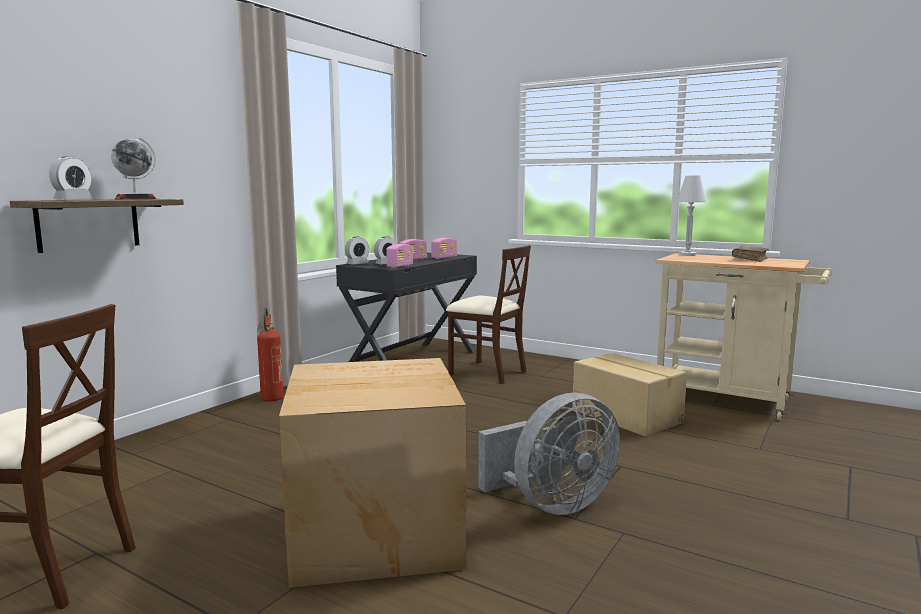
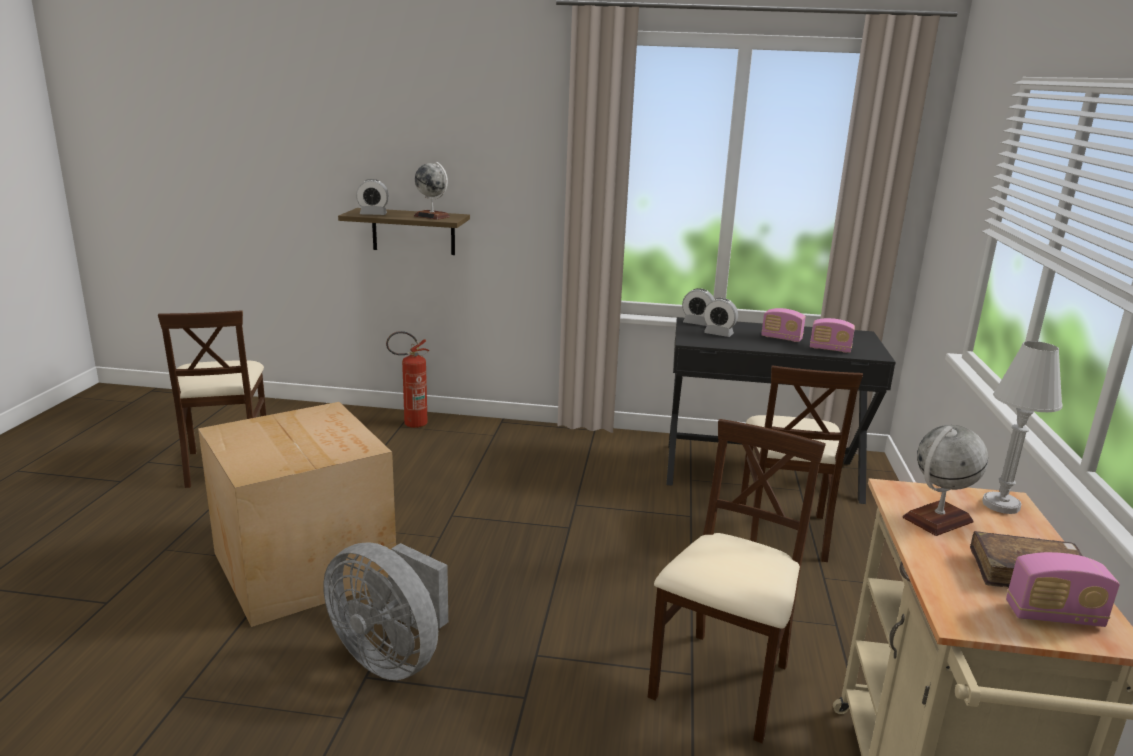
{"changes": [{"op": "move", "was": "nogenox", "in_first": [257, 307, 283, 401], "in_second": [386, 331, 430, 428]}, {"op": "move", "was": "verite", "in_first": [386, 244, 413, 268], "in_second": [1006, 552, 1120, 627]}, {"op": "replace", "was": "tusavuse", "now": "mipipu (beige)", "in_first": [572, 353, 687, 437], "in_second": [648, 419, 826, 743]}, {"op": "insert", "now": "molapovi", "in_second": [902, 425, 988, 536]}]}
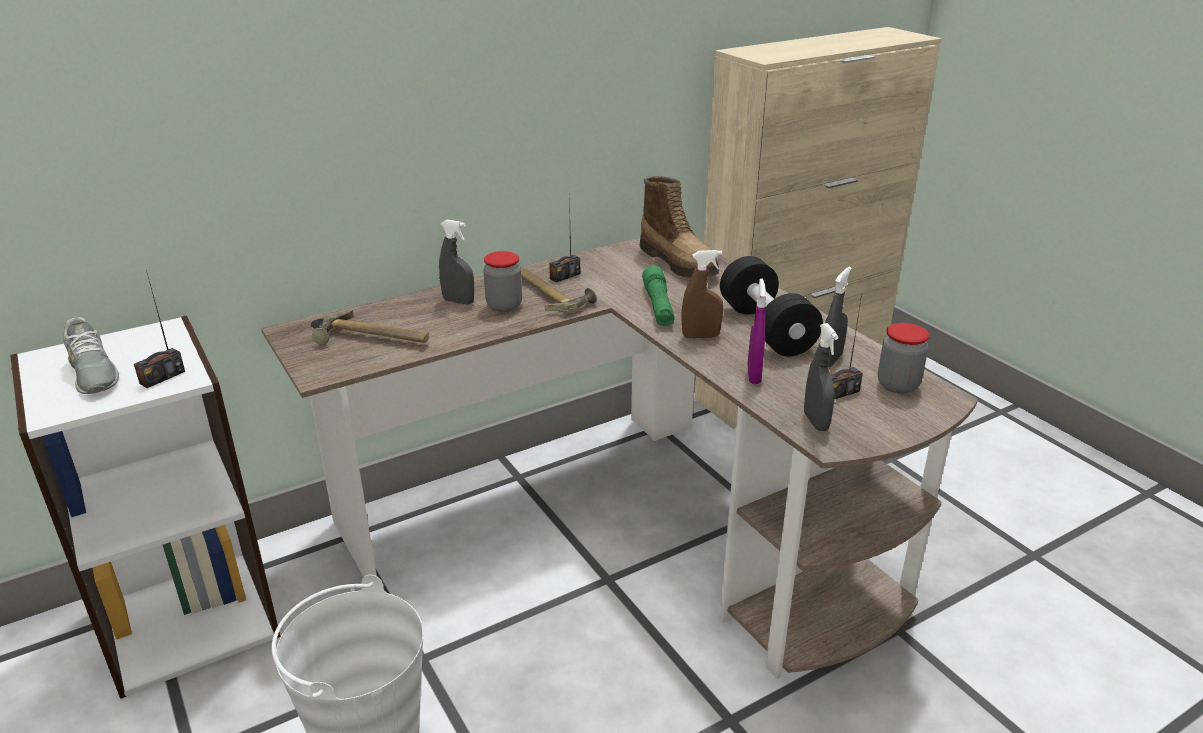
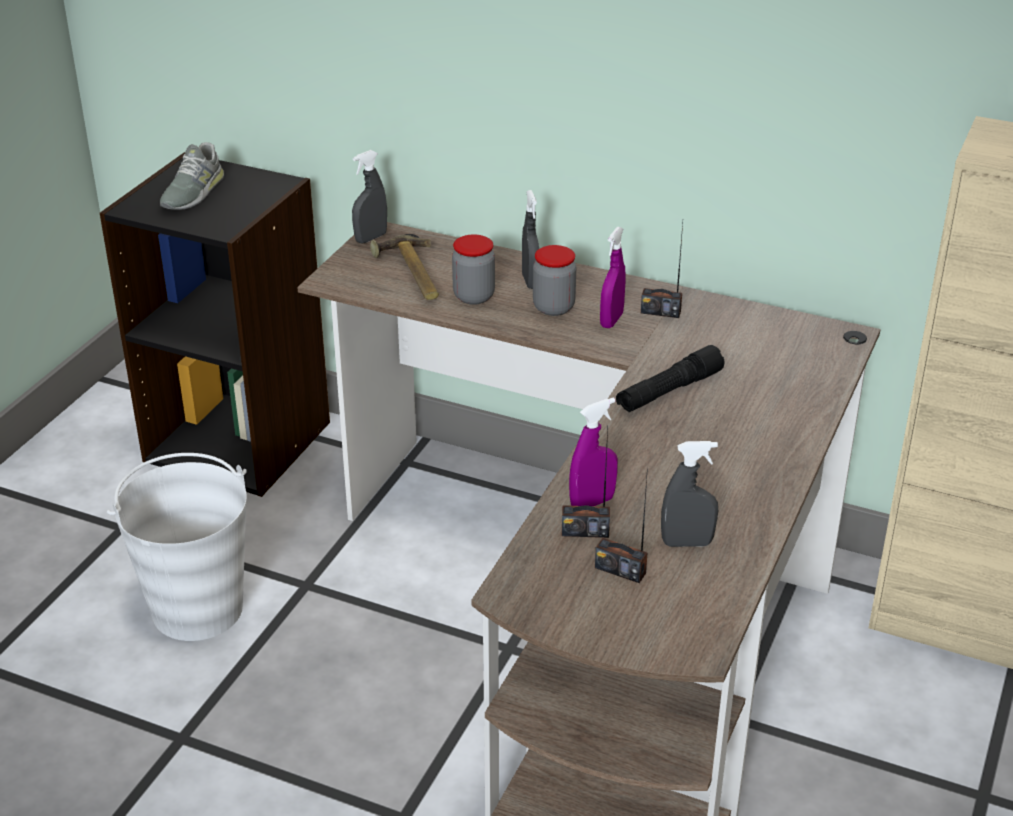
{"changes": [{"op": "recolor", "was": "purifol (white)", "now": "purifol (black)", "in_first": [10, 315, 281, 699], "in_second": [100, 152, 330, 497]}, {"op": "move", "was": "verite", "in_first": [134, 270, 185, 388], "in_second": [562, 429, 610, 538]}, {"op": "replace", "was": "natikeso", "now": "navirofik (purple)", "in_first": [521, 267, 597, 312], "in_second": [600, 227, 626, 328]}, {"op": "delete", "was": "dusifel", "in_first": [639, 176, 719, 277]}, {"op": "recolor", "was": "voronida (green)", "now": "voronida (black)", "in_first": [642, 265, 675, 326], "in_second": [616, 345, 724, 412]}, {"op": "delete", "was": "navirofik (brown)", "in_first": [682, 250, 723, 338]}, {"op": "delete", "was": "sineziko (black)", "in_first": [720, 256, 823, 356]}, {"op": "move", "was": "navirofik (grey)", "in_first": [804, 323, 838, 431], "in_second": [352, 150, 387, 243]}, {"op": "move", "was": "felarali", "in_first": [878, 323, 929, 394], "in_second": [452, 234, 495, 305]}]}
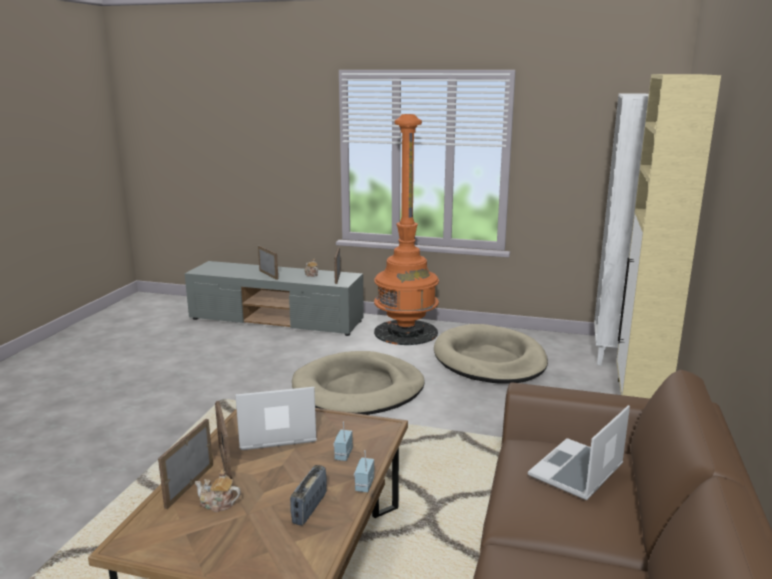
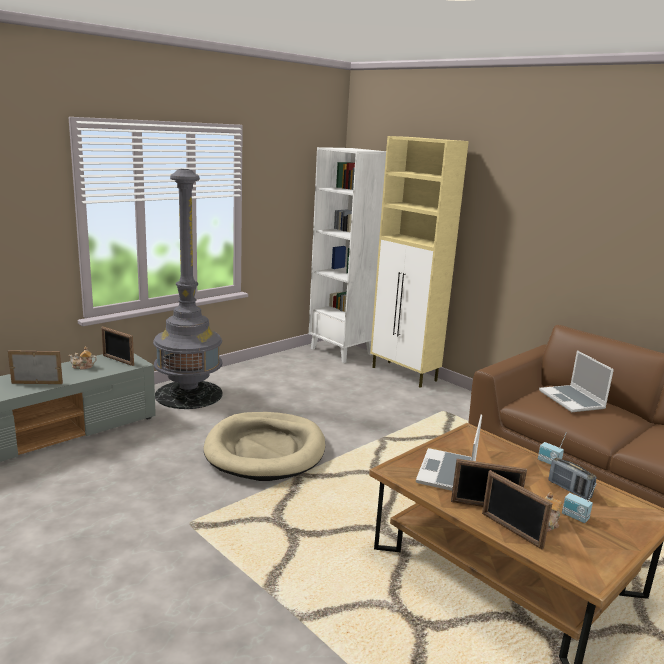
{"changes": [{"op": "move", "was": "verite", "in_first": [333, 421, 353, 461], "in_second": [562, 483, 597, 523]}, {"op": "recolor", "was": "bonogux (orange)", "now": "bonogux (grey)", "in_first": [374, 114, 439, 345], "in_second": [153, 169, 223, 409]}, {"op": "delete", "was": "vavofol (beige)", "in_first": [434, 324, 548, 384]}]}
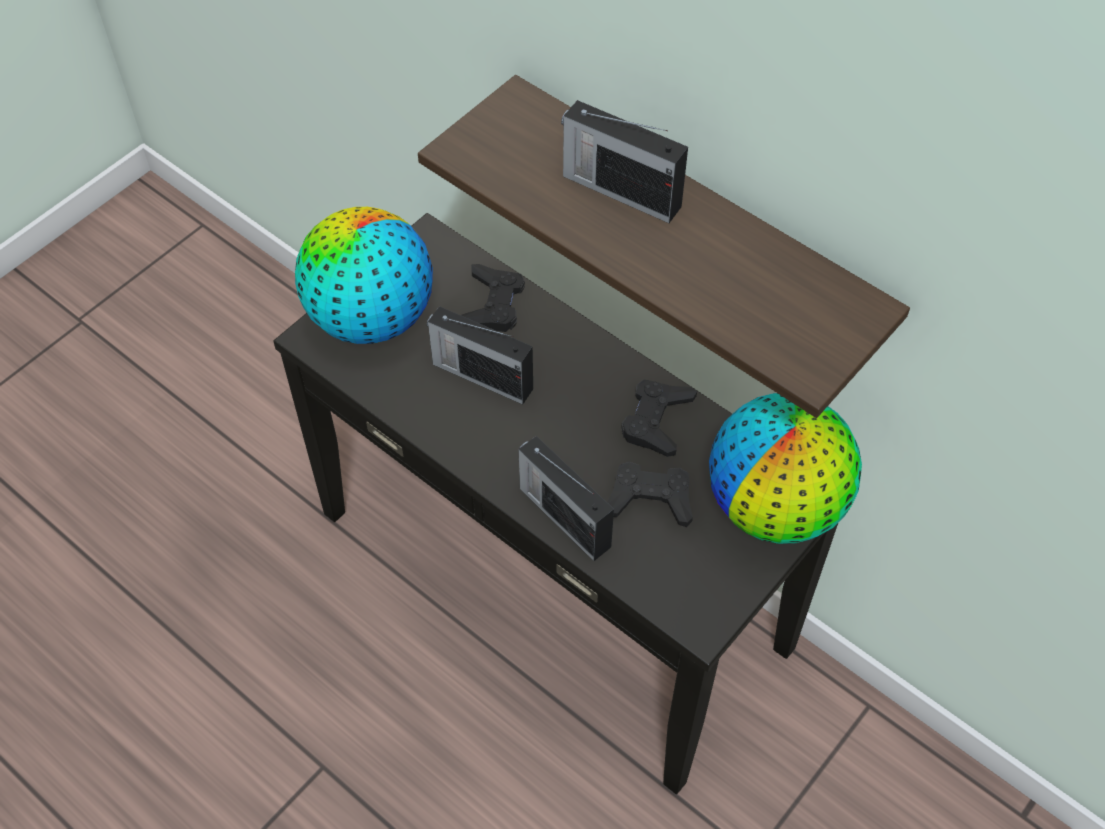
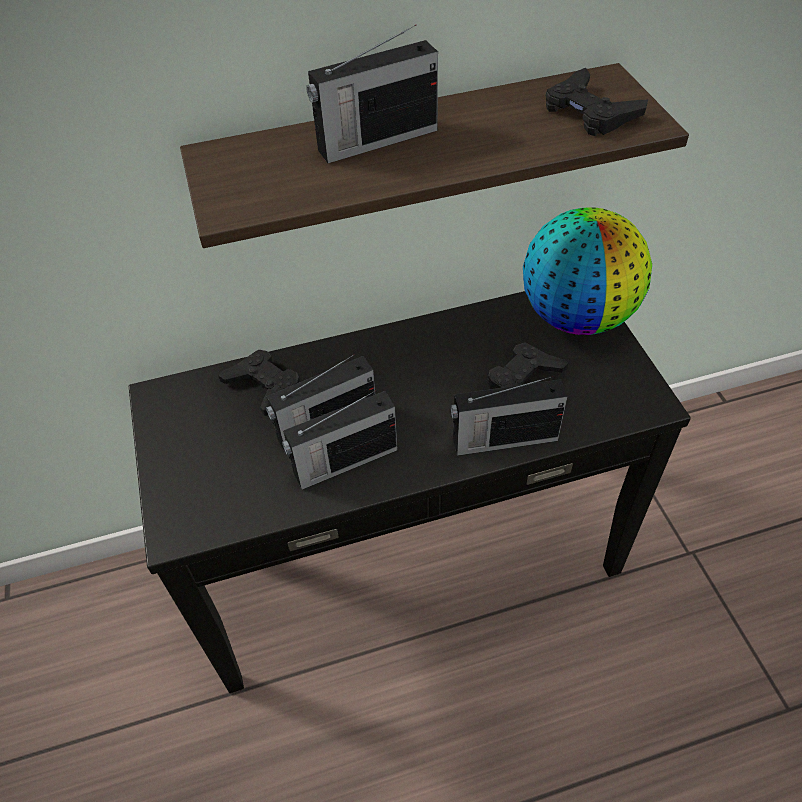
{"changes": [{"op": "delete", "was": "molapovi", "in_first": [295, 207, 433, 344]}, {"op": "move", "was": "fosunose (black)", "in_first": [621, 380, 697, 457], "in_second": [546, 68, 648, 136]}, {"op": "insert", "now": "verite", "in_second": [282, 390, 398, 490]}]}
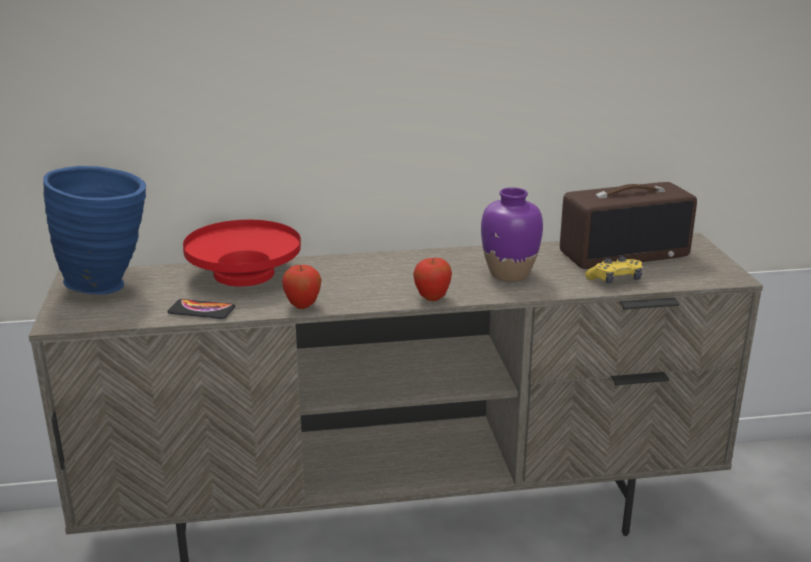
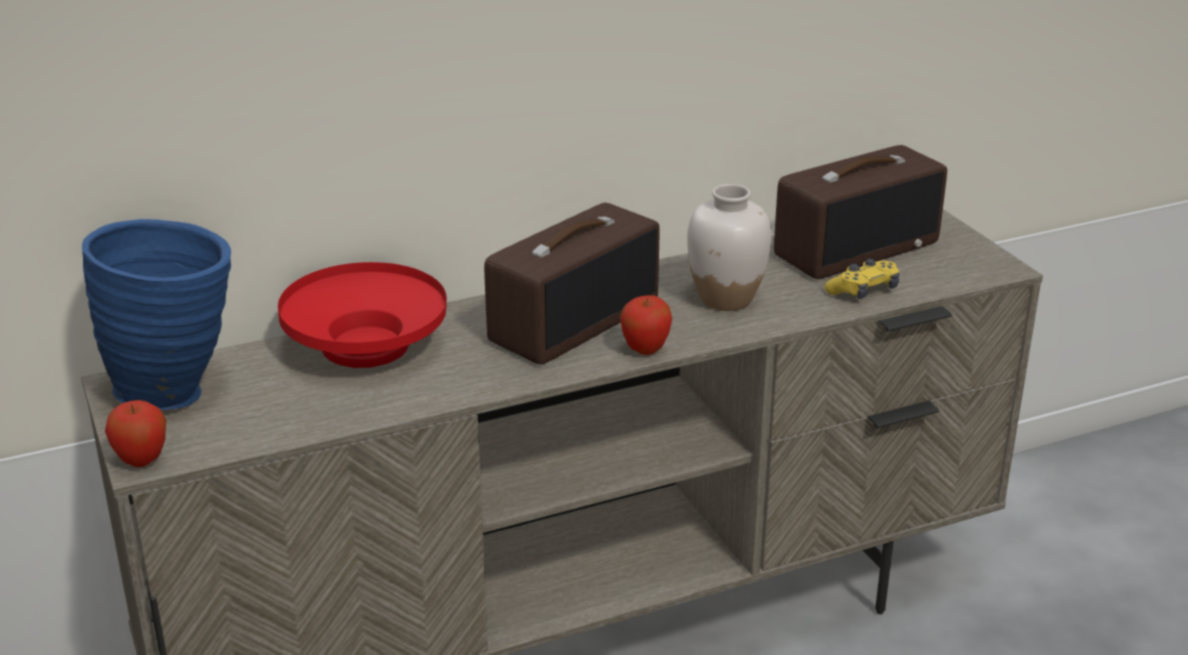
{"changes": [{"op": "delete", "was": "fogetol", "in_first": [167, 299, 235, 319]}, {"op": "move", "was": "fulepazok", "in_first": [282, 265, 322, 309], "in_second": [105, 400, 166, 467]}, {"op": "recolor", "was": "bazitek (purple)", "now": "bazitek (white)", "in_first": [481, 187, 543, 282], "in_second": [687, 184, 771, 311]}, {"op": "insert", "now": "verite", "in_second": [484, 203, 660, 365]}]}
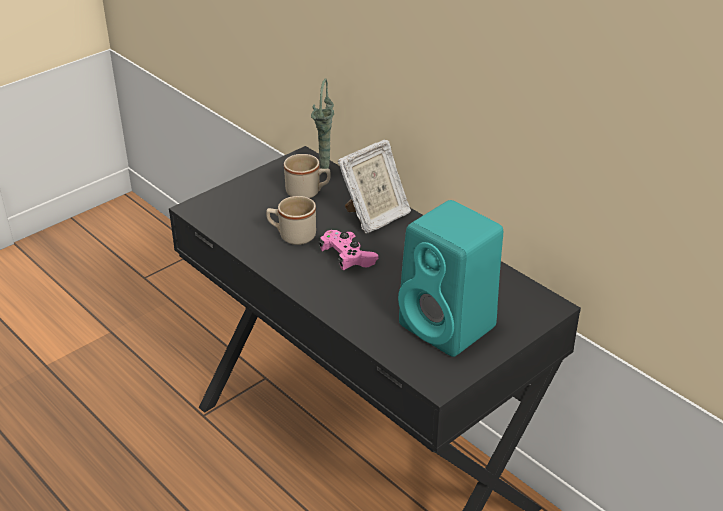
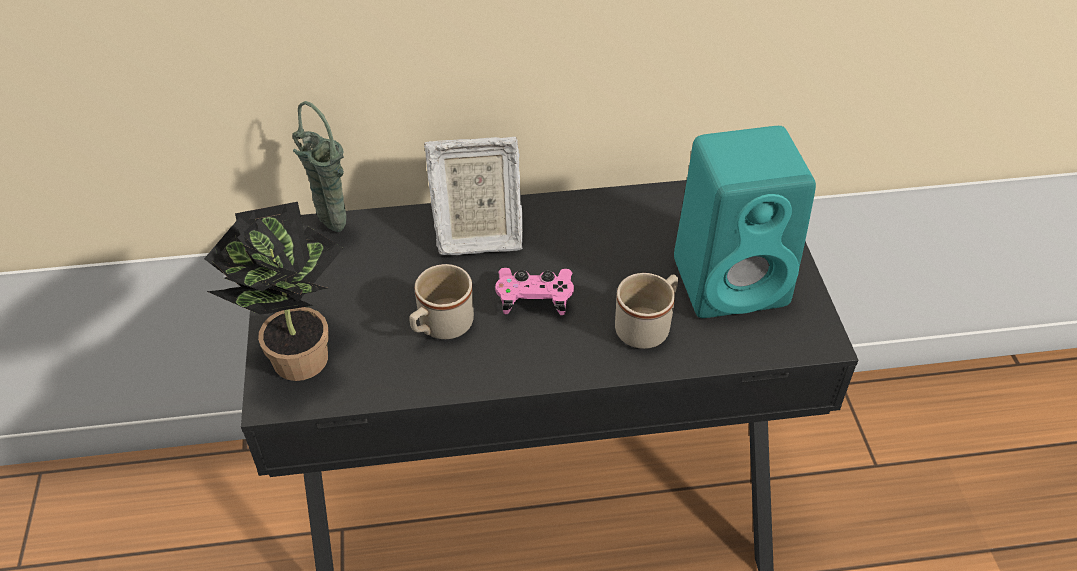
{"changes": [{"op": "move", "was": "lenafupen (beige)", "in_first": [284, 154, 331, 198], "in_second": [615, 273, 678, 349]}, {"op": "rotate", "was": "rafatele", "in_first": [338, 139, 411, 233], "in_second": [424, 137, 523, 255], "clockwise": 90}, {"op": "insert", "now": "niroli", "in_second": [204, 202, 343, 381]}]}
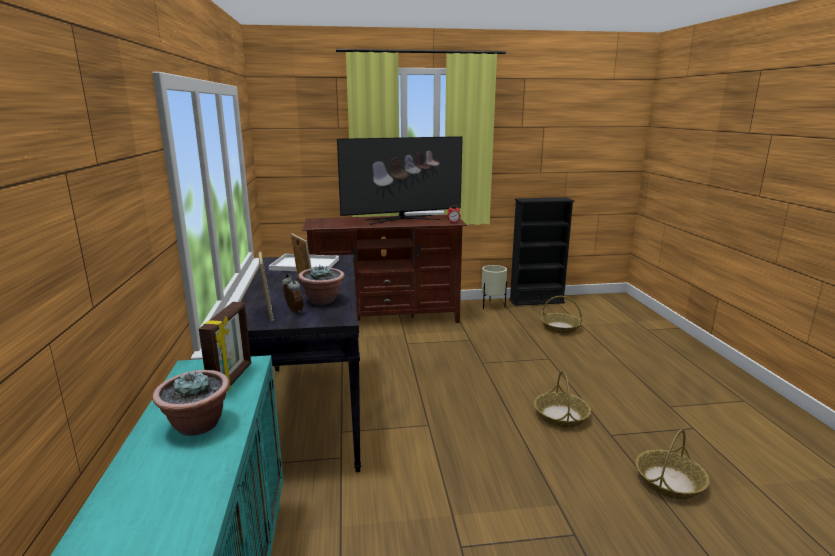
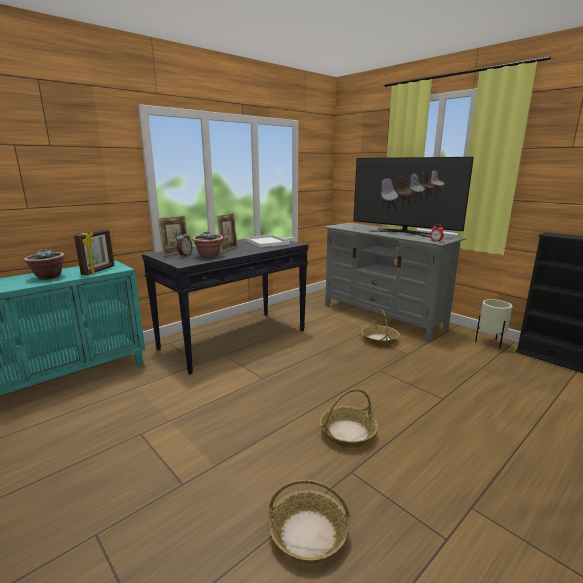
{"changes": [{"op": "rotate", "was": "rafatele", "in_first": [199, 302, 251, 393], "in_second": [74, 229, 114, 275], "clockwise": -45}, {"op": "recolor", "was": "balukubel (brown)", "now": "balukubel (grey)", "in_first": [302, 215, 467, 323], "in_second": [323, 223, 466, 341]}, {"op": "move", "was": "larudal", "in_first": [541, 296, 582, 333], "in_second": [361, 309, 400, 346]}]}
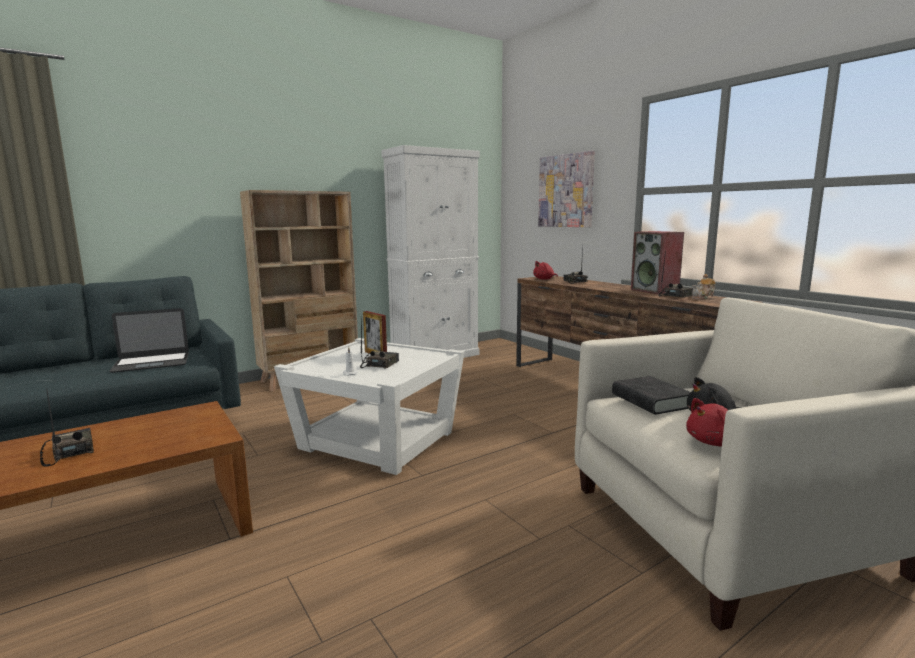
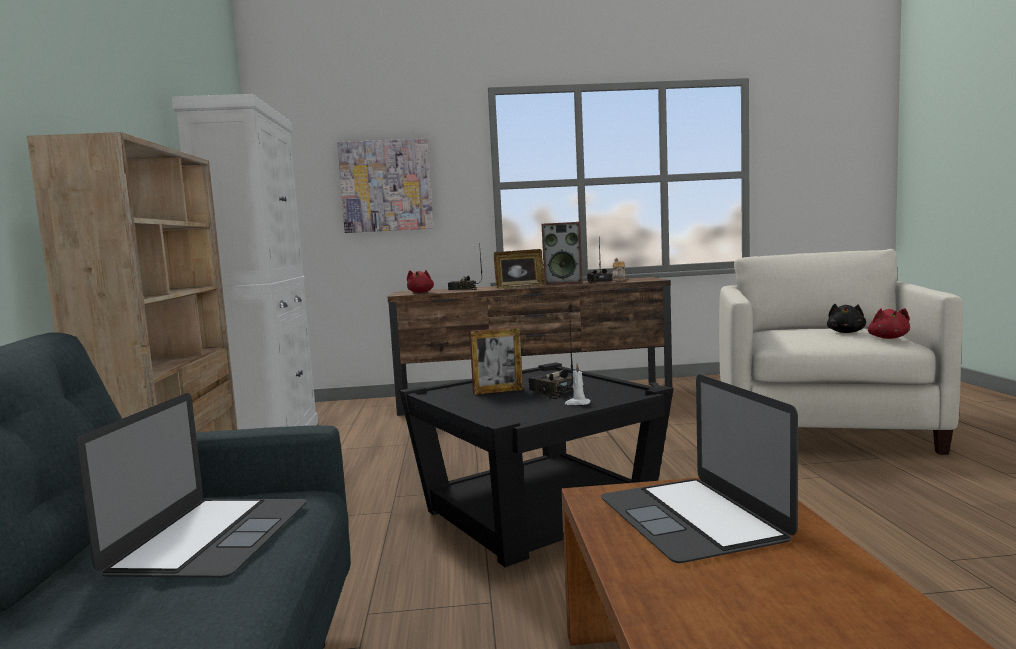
{"changes": [{"op": "delete", "was": "verite", "in_first": [40, 388, 94, 467]}, {"op": "recolor", "was": "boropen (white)", "now": "boropen (black)", "in_first": [274, 338, 465, 475], "in_second": [399, 362, 674, 567]}, {"op": "delete", "was": "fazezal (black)", "in_first": [612, 376, 691, 415]}, {"op": "insert", "now": "rafatele", "in_second": [494, 249, 545, 289]}, {"op": "insert", "now": "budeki", "in_second": [601, 374, 798, 563]}]}
